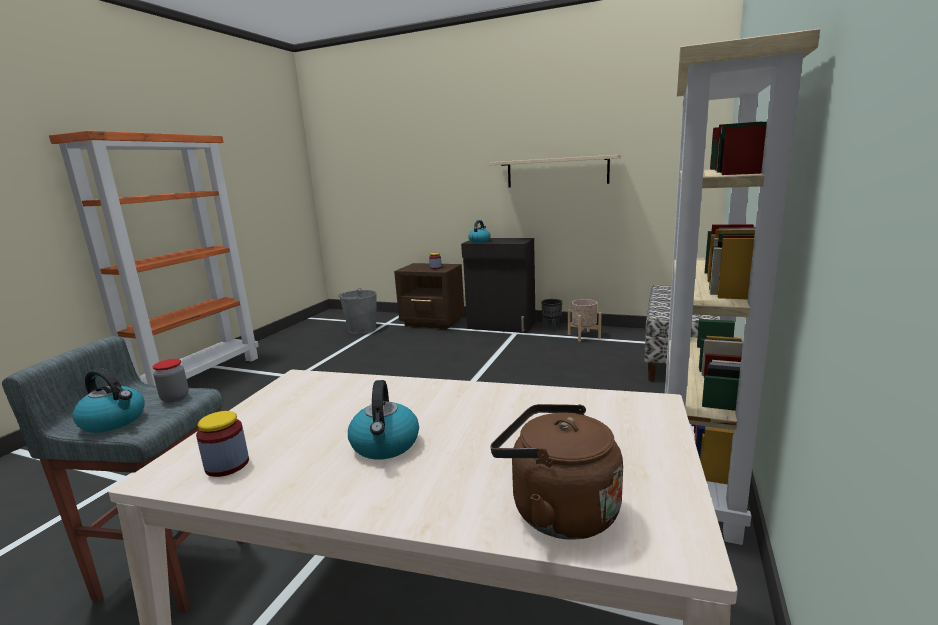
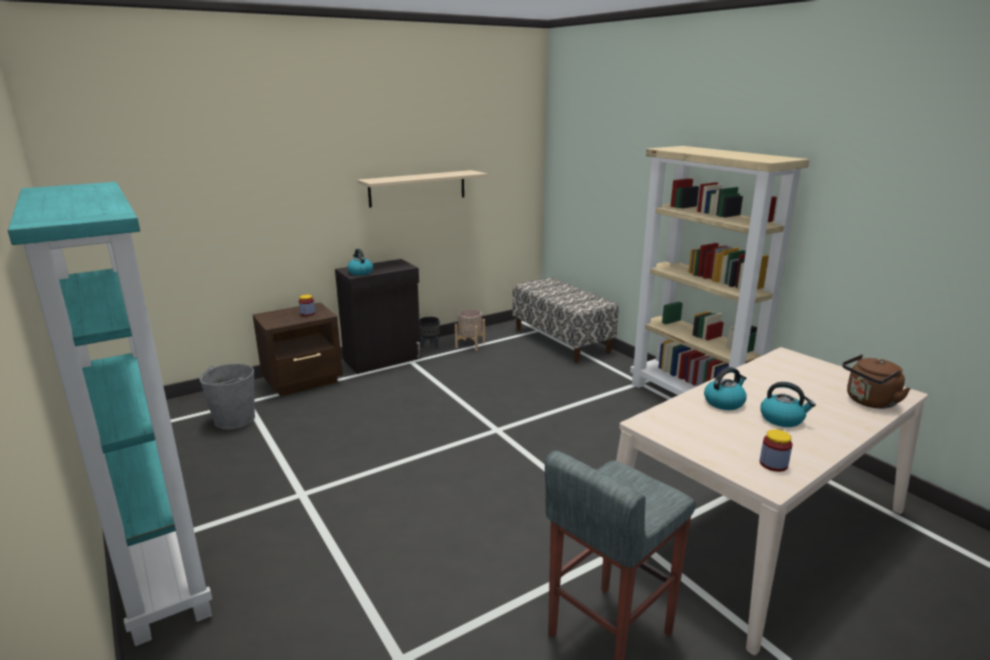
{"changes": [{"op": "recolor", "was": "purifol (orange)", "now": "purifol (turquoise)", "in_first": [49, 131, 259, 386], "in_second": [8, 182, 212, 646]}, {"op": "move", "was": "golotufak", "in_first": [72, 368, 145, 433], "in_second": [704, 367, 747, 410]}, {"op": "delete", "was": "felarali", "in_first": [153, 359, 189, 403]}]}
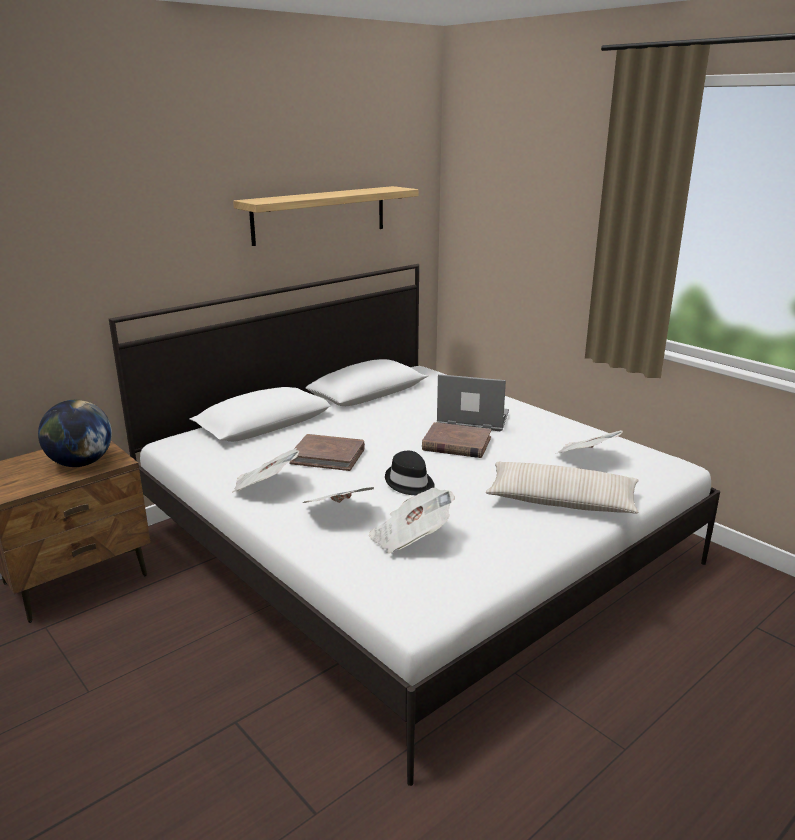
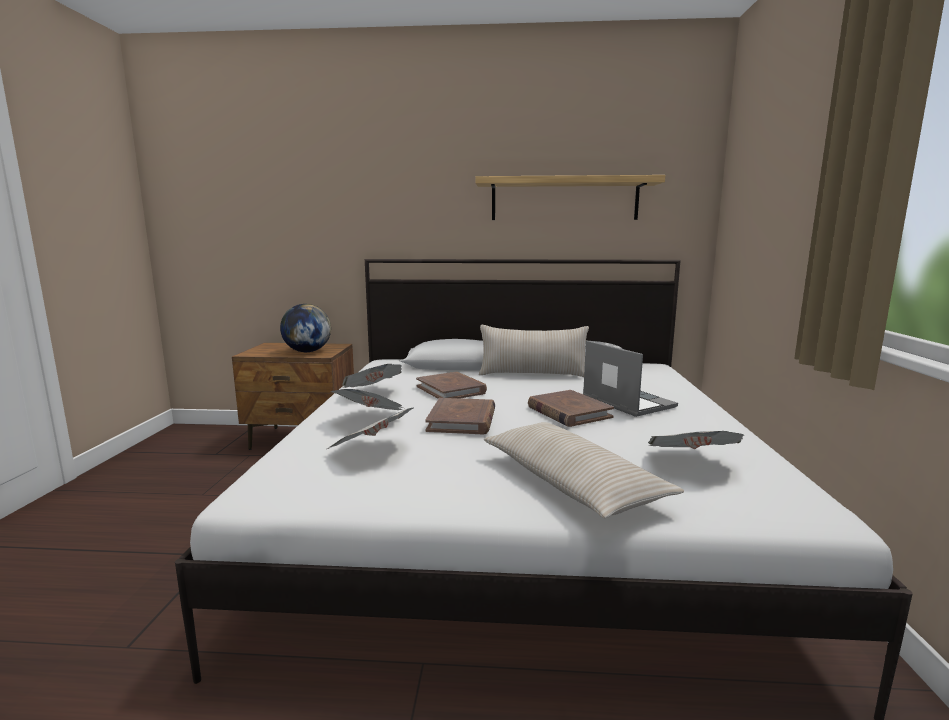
{"changes": [{"op": "replace", "was": "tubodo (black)", "now": "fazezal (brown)", "in_first": [385, 451, 435, 495], "in_second": [425, 398, 495, 434]}, {"op": "insert", "now": "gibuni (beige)", "in_second": [479, 325, 589, 377]}]}
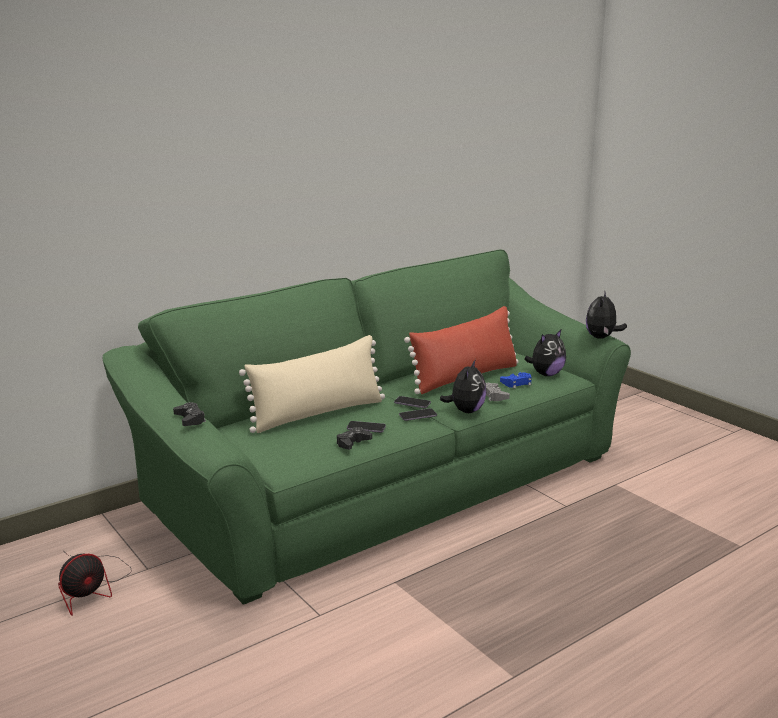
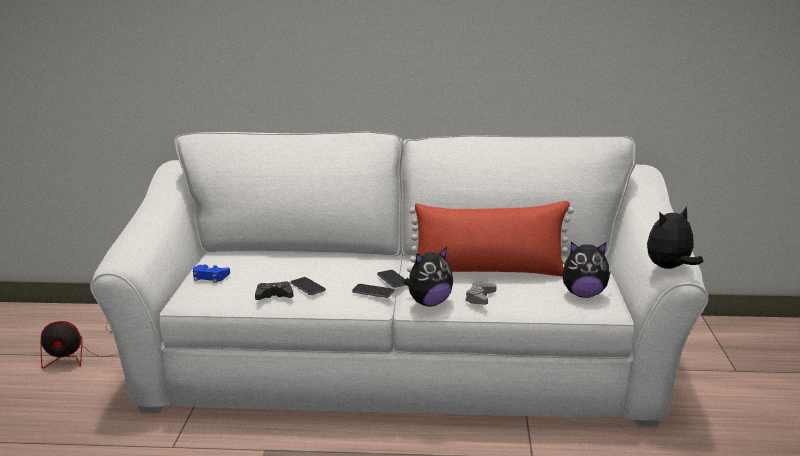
{"changes": [{"op": "recolor", "was": "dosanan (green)", "now": "dosanan (white)", "in_first": [103, 249, 631, 605], "in_second": [90, 131, 709, 426]}, {"op": "delete", "was": "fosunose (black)", "in_first": [173, 402, 206, 426]}, {"op": "delete", "was": "gibuni (beige)", "in_first": [239, 335, 385, 433]}, {"op": "move", "was": "fosunose (blue)", "in_first": [500, 372, 532, 389], "in_second": [193, 264, 230, 283]}]}
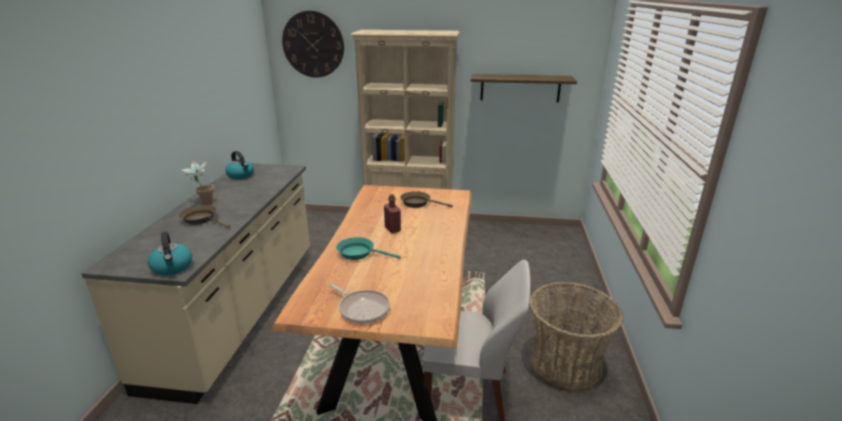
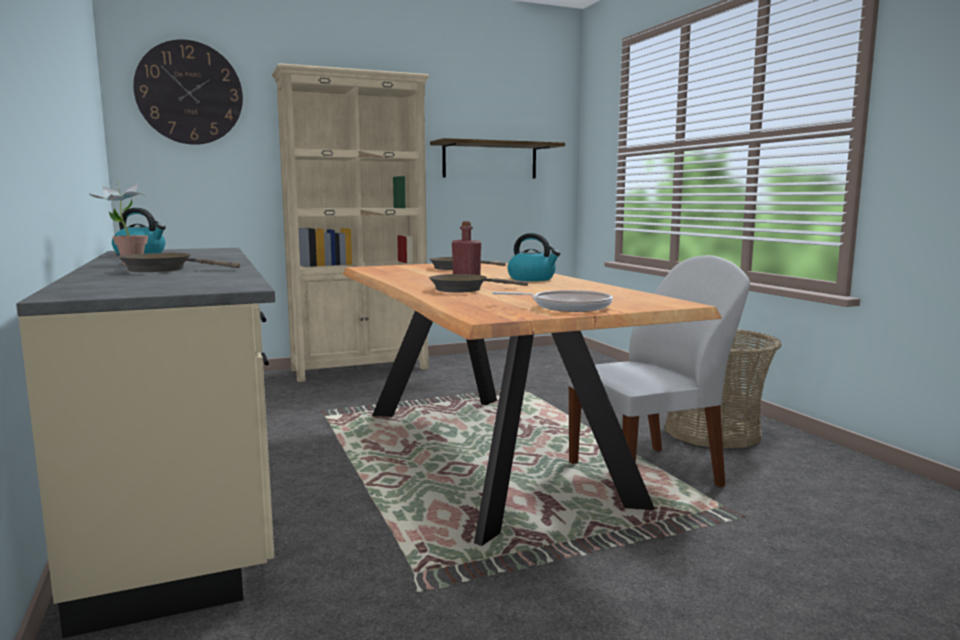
{"changes": [{"op": "move", "was": "golotufak", "in_first": [148, 232, 192, 275], "in_second": [507, 233, 561, 281]}, {"op": "recolor", "was": "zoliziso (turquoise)", "now": "zoliziso (brown)", "in_first": [336, 237, 401, 260], "in_second": [429, 274, 528, 293]}]}
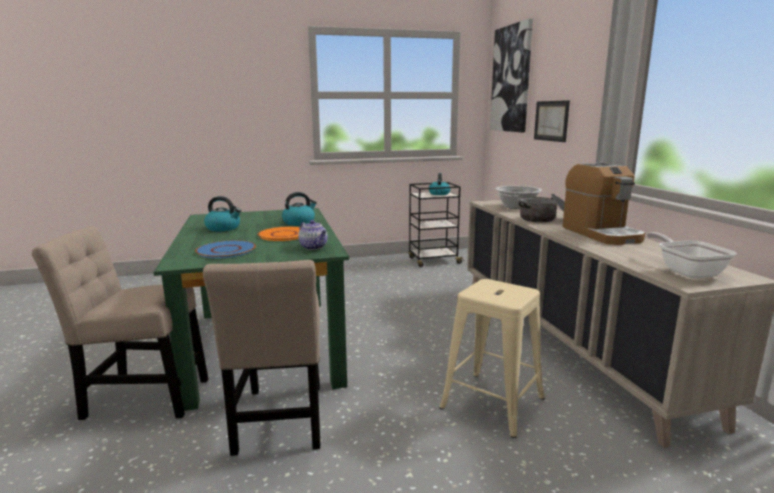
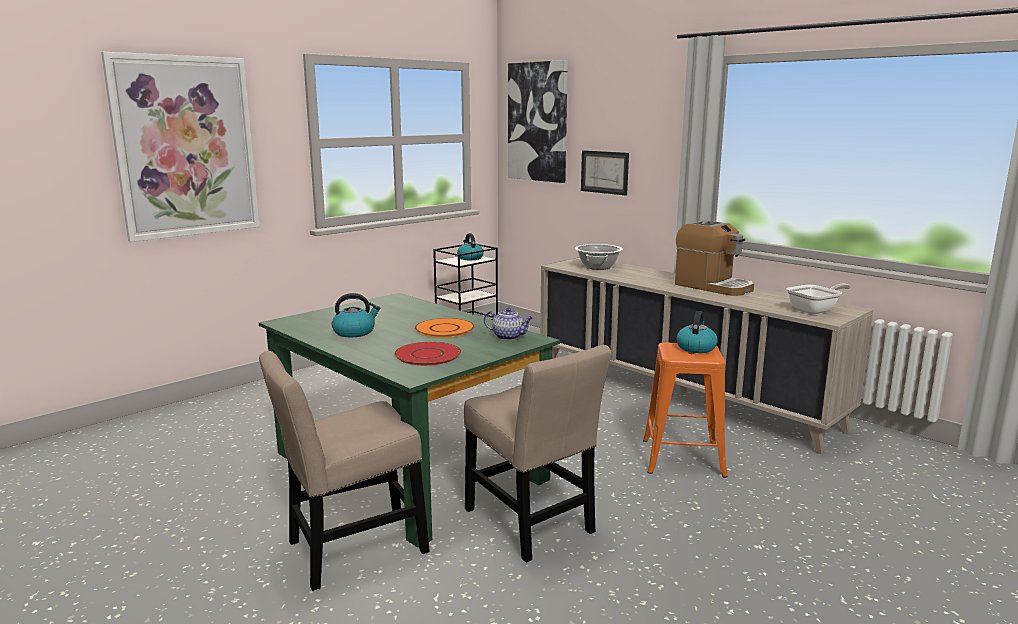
{"changes": [{"op": "recolor", "was": "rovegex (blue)", "now": "rovegex (red)", "in_first": [195, 240, 256, 258], "in_second": [394, 342, 461, 365]}, {"op": "move", "was": "golotufak", "in_first": [282, 192, 317, 226], "in_second": [676, 311, 718, 353]}, {"op": "recolor", "was": "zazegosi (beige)", "now": "zazegosi (orange)", "in_first": [439, 279, 545, 438], "in_second": [643, 342, 728, 478]}, {"op": "delete", "was": "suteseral", "in_first": [519, 194, 565, 223]}, {"op": "rotate", "was": "zoliziso", "in_first": [647, 232, 737, 278], "in_second": [786, 284, 851, 314], "clockwise": 105}, {"op": "insert", "now": "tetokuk", "in_second": [101, 52, 260, 242]}]}
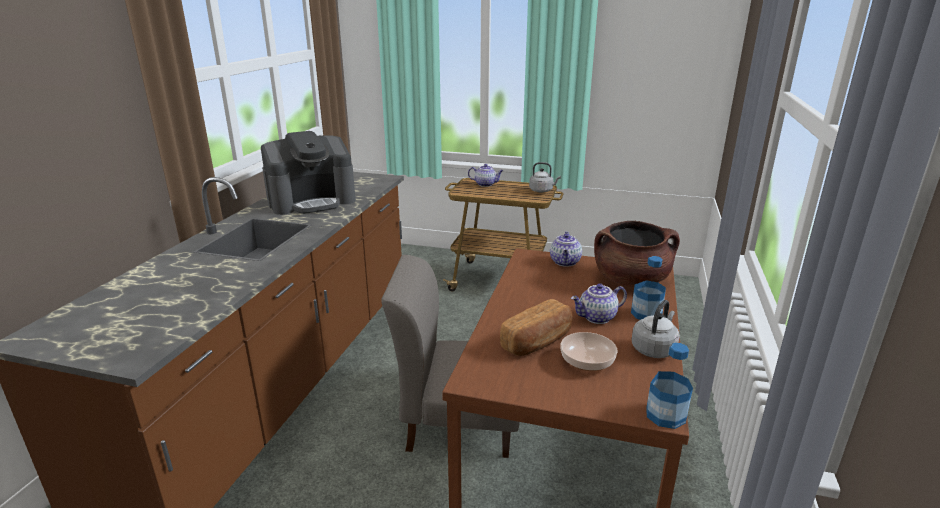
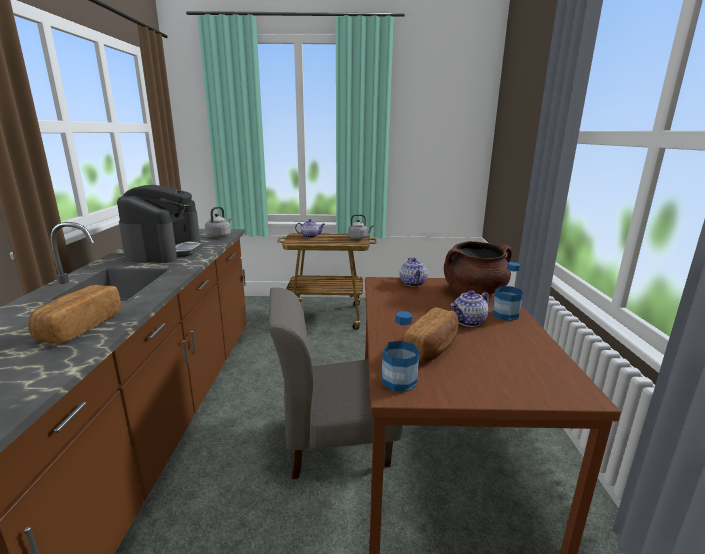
{"changes": [{"op": "rotate", "was": "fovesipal", "in_first": [261, 131, 356, 215], "in_second": [117, 185, 203, 263], "clockwise": -45}, {"op": "delete", "was": "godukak", "in_first": [560, 332, 617, 371]}, {"op": "move", "was": "golotufak (grey)", "in_first": [631, 300, 680, 358], "in_second": [205, 206, 232, 238]}, {"op": "move", "was": "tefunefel", "in_first": [646, 343, 693, 429], "in_second": [382, 311, 420, 392]}, {"op": "insert", "now": "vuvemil", "in_second": [28, 285, 121, 344]}]}
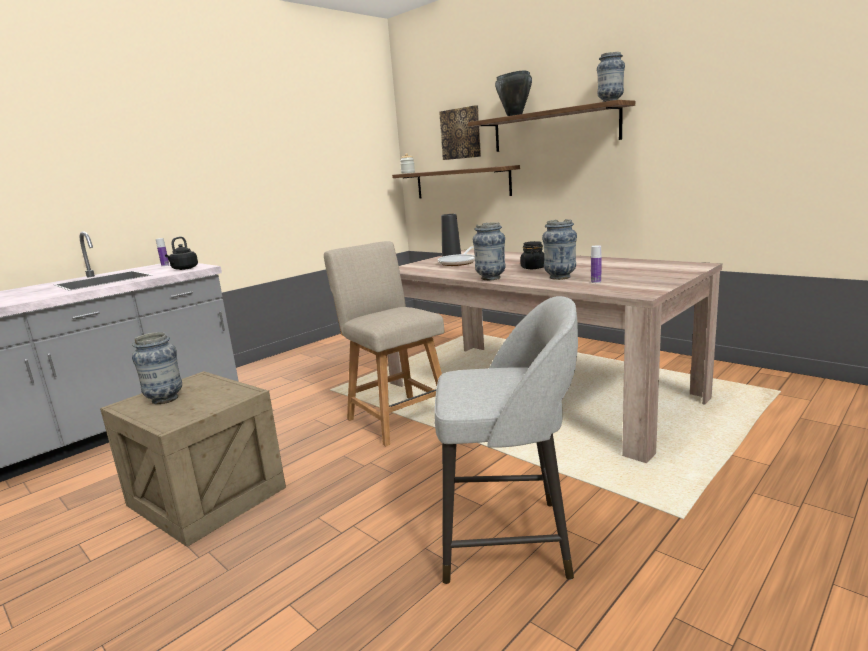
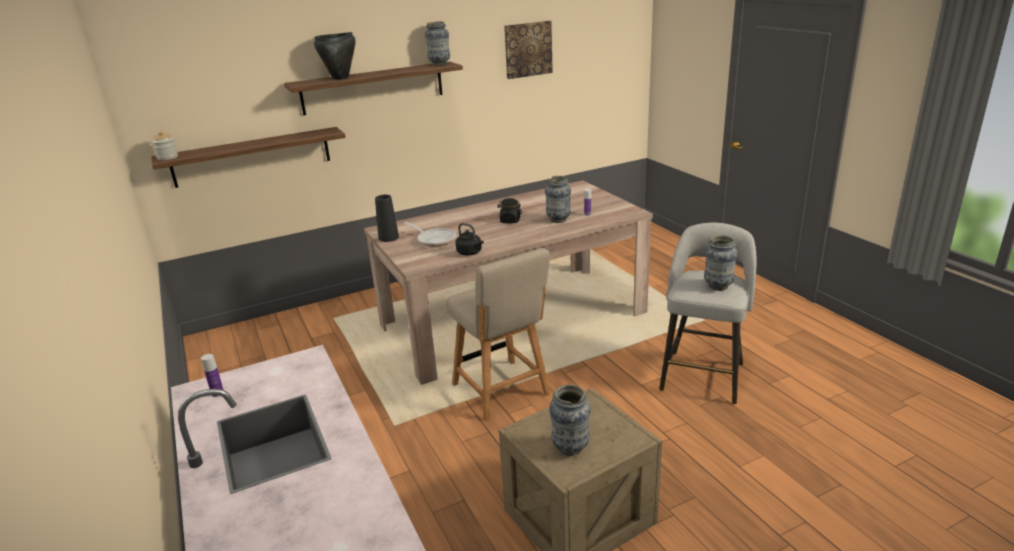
{"changes": [{"op": "move", "was": "golotufak (black)", "in_first": [165, 237, 198, 270], "in_second": [455, 223, 484, 255]}, {"op": "rotate", "was": "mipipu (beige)", "in_first": [324, 241, 444, 446], "in_second": [446, 248, 551, 421], "clockwise": -105}, {"op": "move", "was": "tetokuk", "in_first": [439, 105, 481, 160], "in_second": [504, 21, 553, 79]}, {"op": "move", "was": "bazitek", "in_first": [473, 222, 506, 280], "in_second": [704, 235, 738, 290]}]}
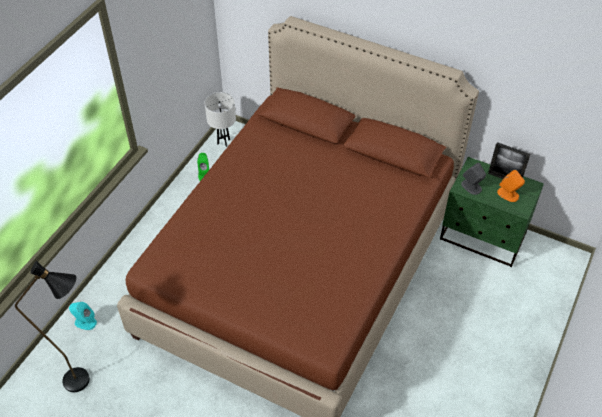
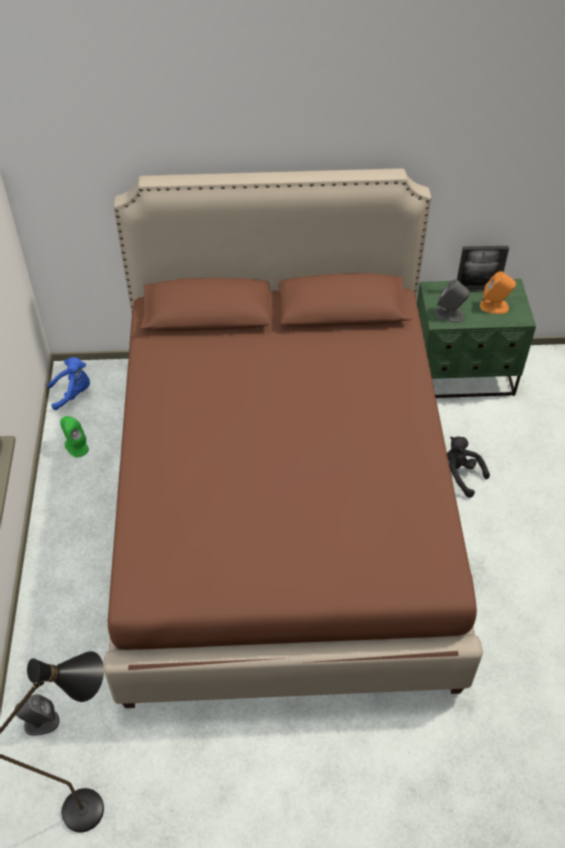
{"changes": [{"op": "recolor", "was": "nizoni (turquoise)", "now": "nizoni (grey)", "in_first": [69, 302, 97, 330], "in_second": [14, 694, 59, 736]}, {"op": "replace", "was": "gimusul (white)", "now": "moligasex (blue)", "in_first": [205, 92, 236, 147], "in_second": [48, 357, 90, 410]}, {"op": "insert", "now": "moligasex (black)", "in_second": [447, 436, 490, 498]}]}
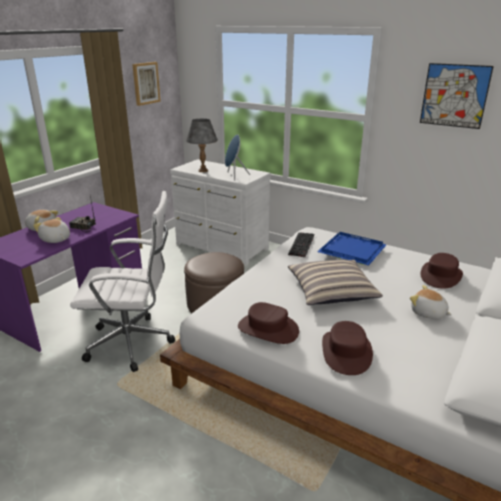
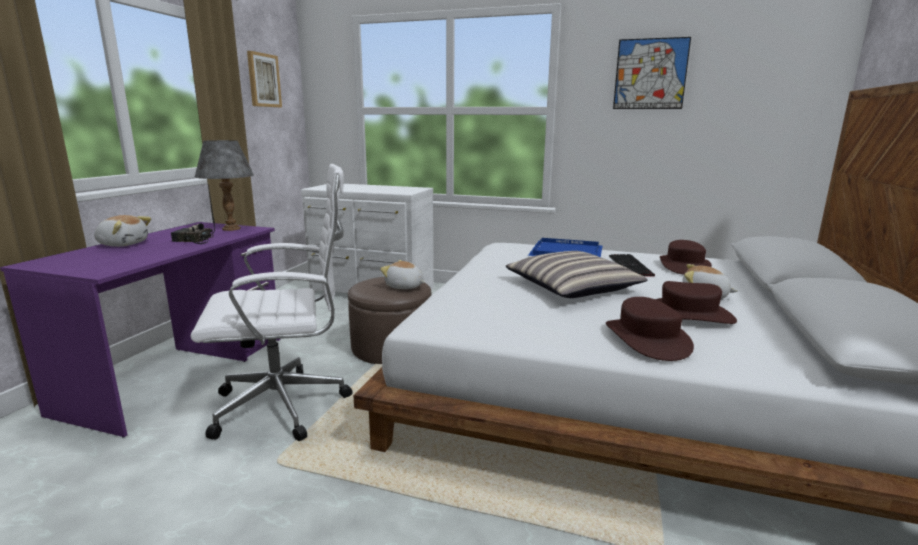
{"changes": [{"op": "move", "was": "moligasex", "in_first": [33, 217, 70, 243], "in_second": [380, 260, 425, 289]}, {"op": "move", "was": "gimusul (grey)", "in_first": [186, 119, 218, 172], "in_second": [195, 140, 254, 231]}, {"op": "delete", "was": "nizoni (blue)", "in_first": [225, 134, 250, 181]}, {"op": "move", "was": "tubodo (brown)", "in_first": [238, 302, 299, 344], "in_second": [655, 281, 737, 324]}, {"op": "move", "was": "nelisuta", "in_first": [288, 232, 314, 257], "in_second": [609, 254, 655, 277]}]}
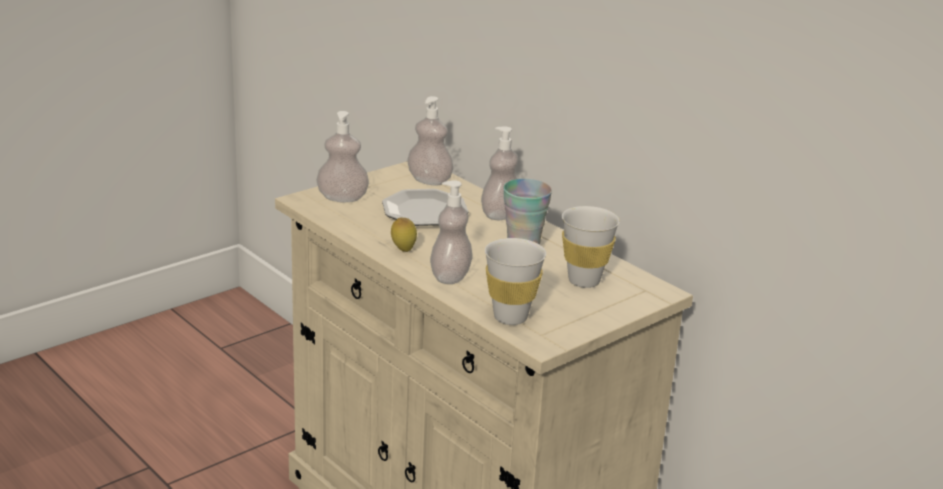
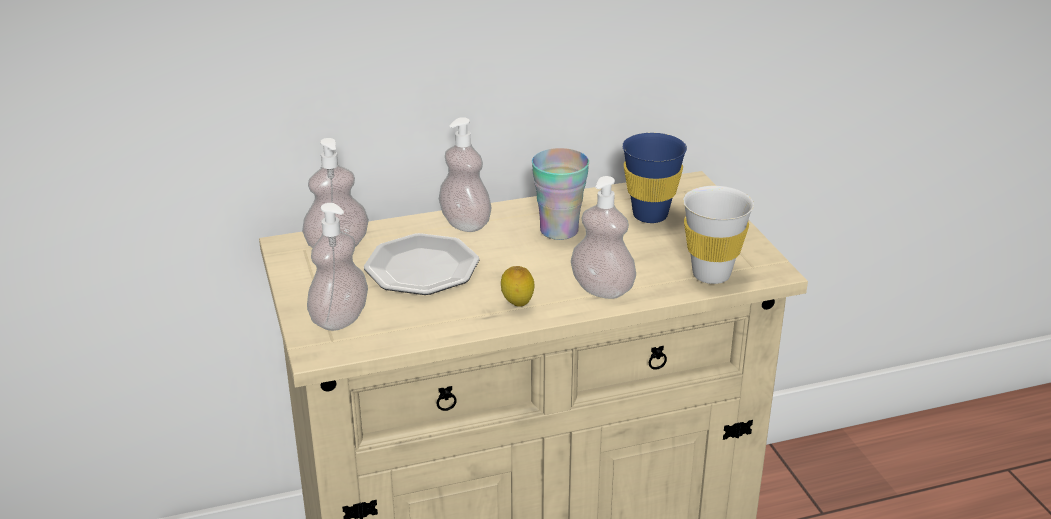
{"changes": [{"op": "recolor", "was": "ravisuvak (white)", "now": "ravisuvak (blue)", "in_first": [562, 206, 620, 288], "in_second": [622, 133, 687, 223]}]}
